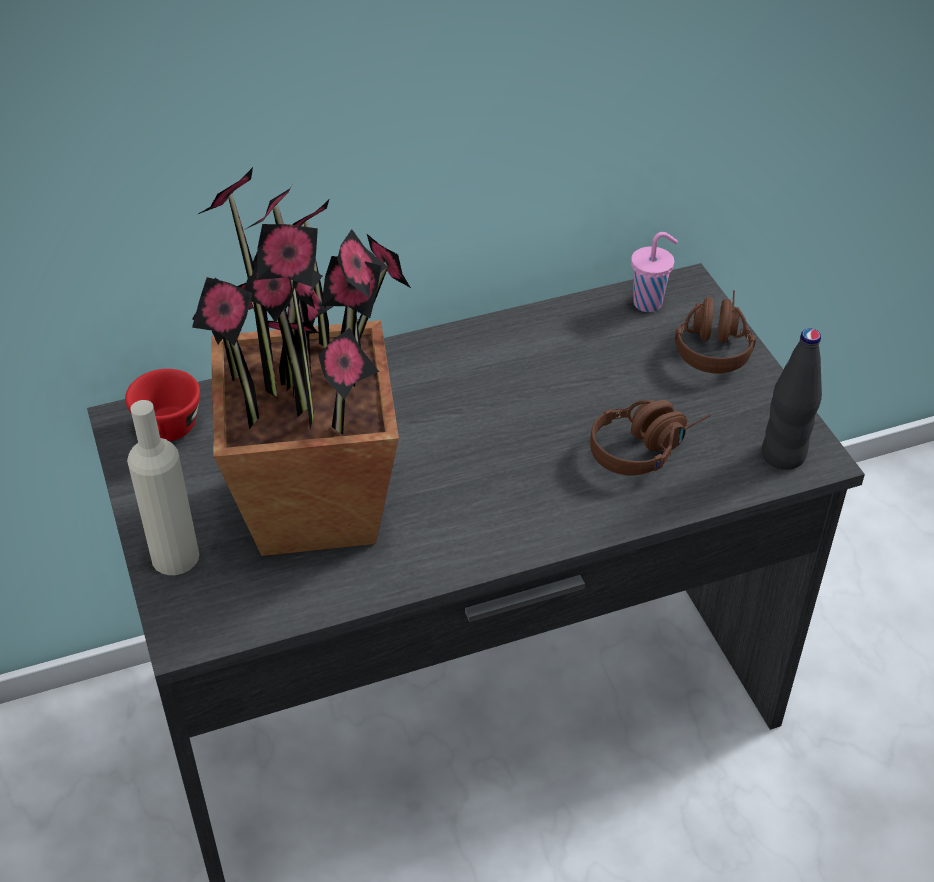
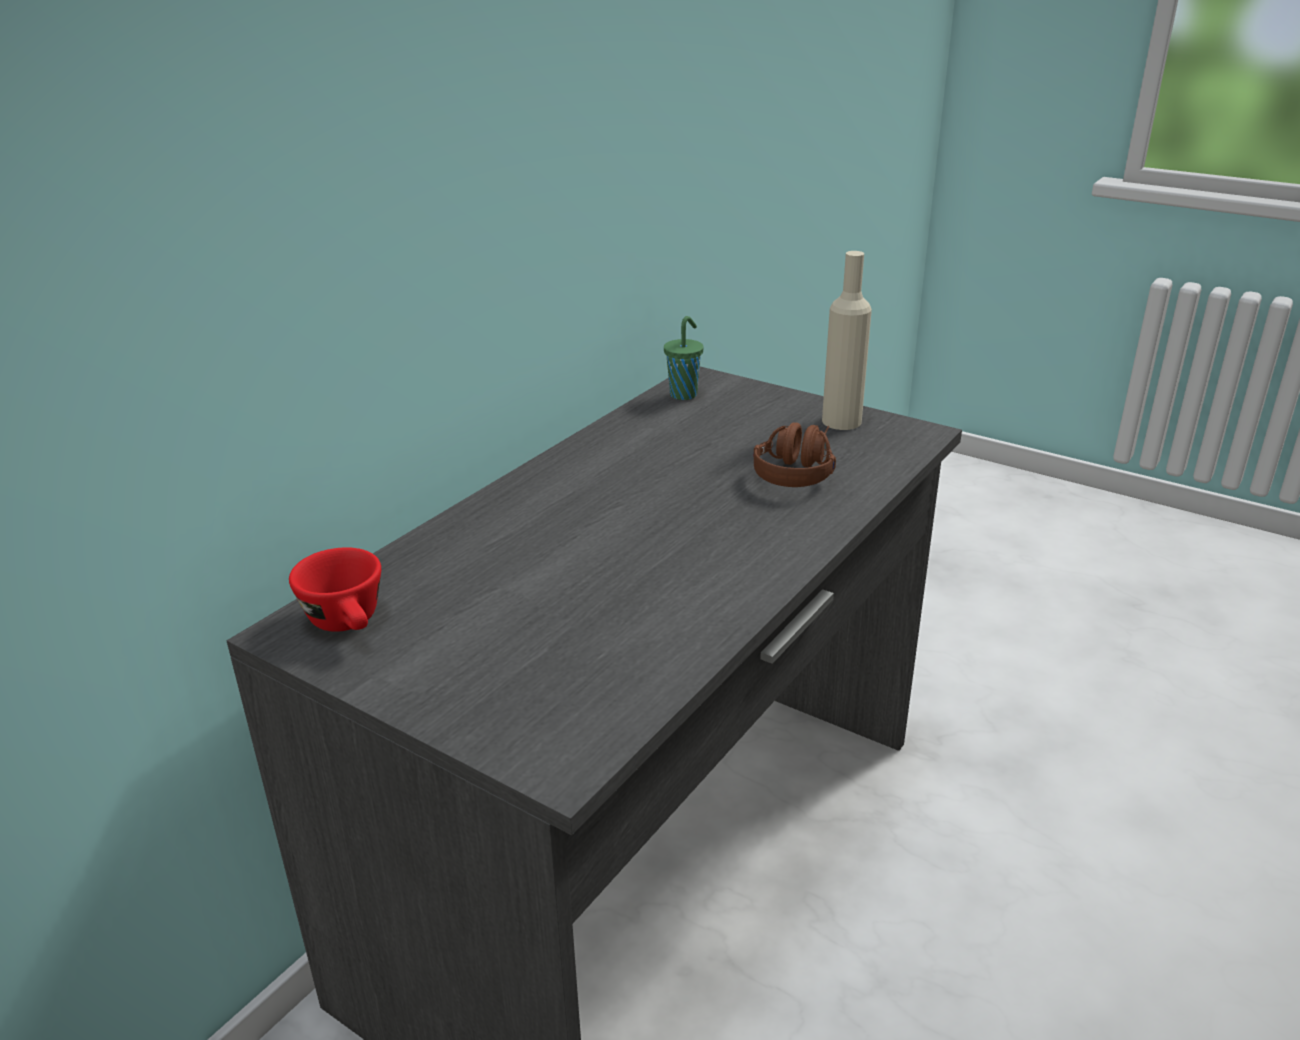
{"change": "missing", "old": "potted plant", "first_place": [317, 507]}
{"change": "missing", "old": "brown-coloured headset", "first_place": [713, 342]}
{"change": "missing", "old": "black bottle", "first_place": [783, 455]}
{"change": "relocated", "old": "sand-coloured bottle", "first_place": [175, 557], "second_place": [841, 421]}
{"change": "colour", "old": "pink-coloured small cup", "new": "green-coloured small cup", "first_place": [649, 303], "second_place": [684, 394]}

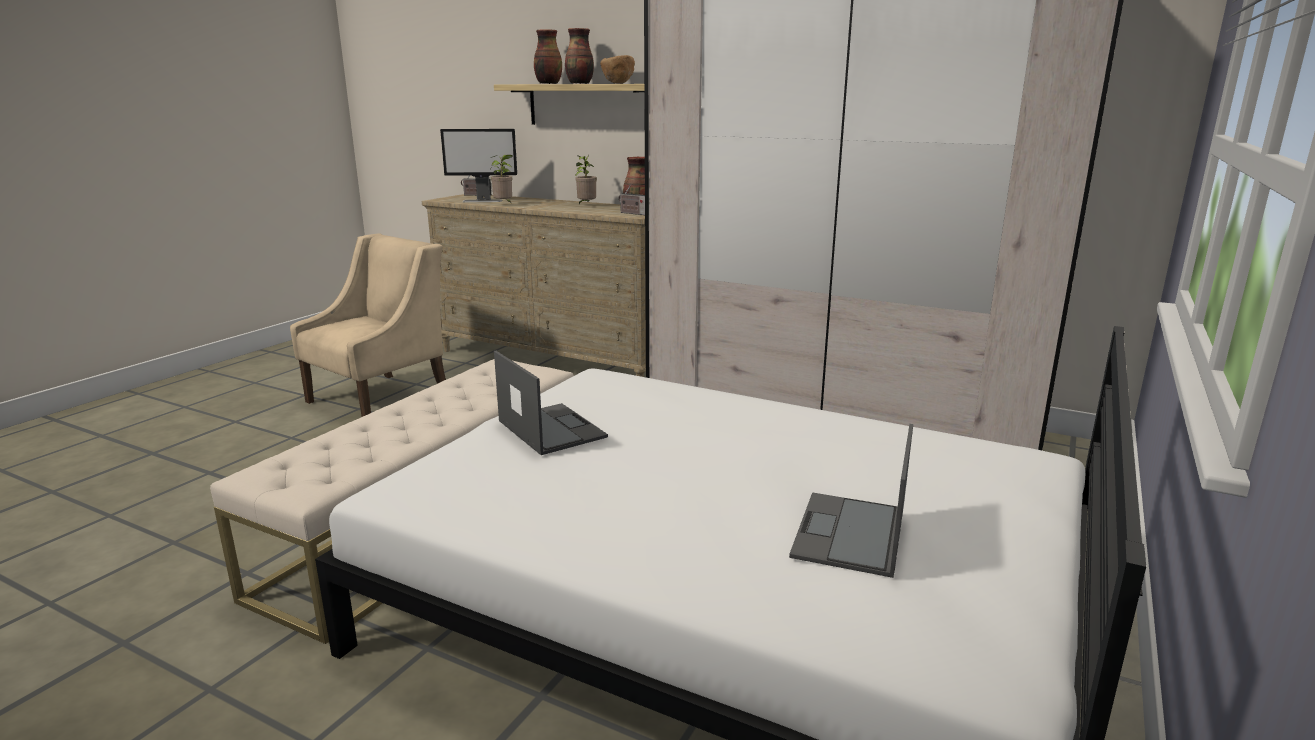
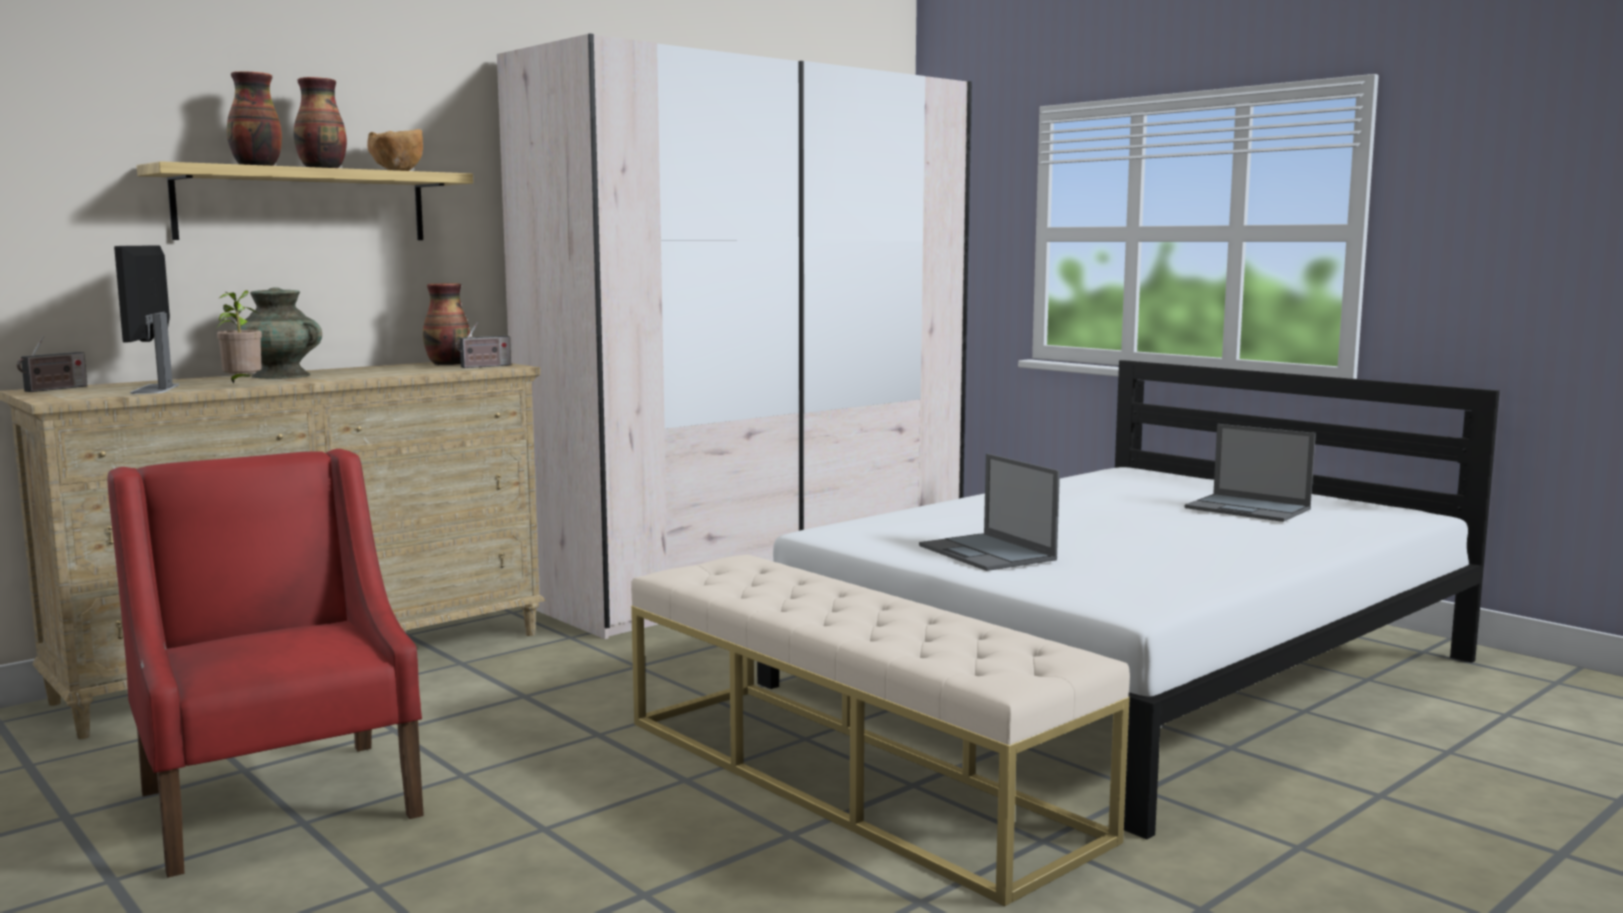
{"change": "missing", "old": "potted plant", "first_place": [586, 206]}
{"change": "appeared", "new": "turquoise flower vase", "second_place": [281, 376]}
{"change": "colour", "old": "sand-coloured easy chair", "new": "red-coloured easy chair", "first_place": [381, 399], "second_place": [280, 802]}
{"change": "spun", "old": "monitor", "first_place": [483, 201], "second_place": [155, 389], "degrees": 150}
{"change": "spun", "old": "notebook computer", "first_place": [550, 429], "second_place": [988, 553], "degrees": -105}

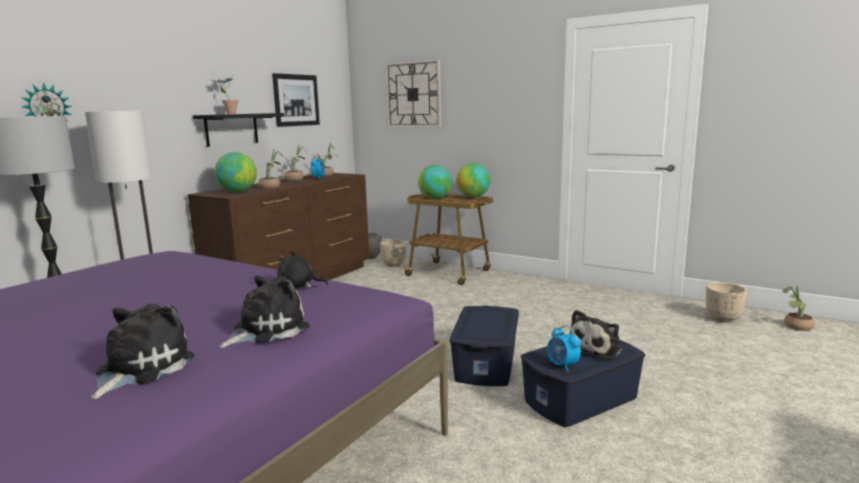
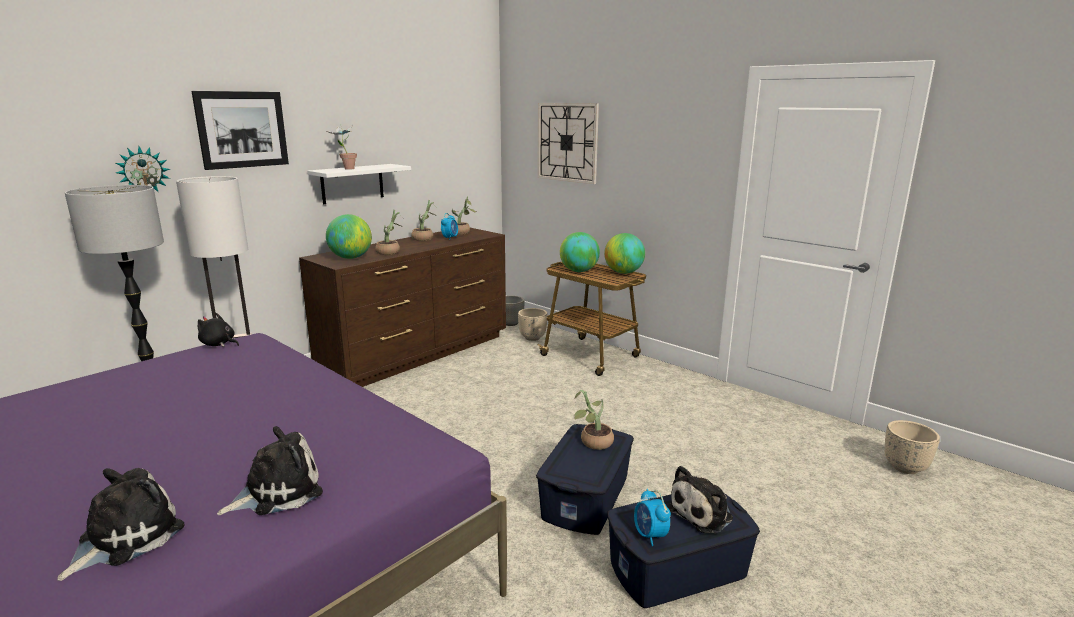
{"change": "relocated", "old": "wall art", "first_place": [296, 100], "second_place": [242, 129]}
{"change": "relocated", "old": "black cuddly toy", "first_place": [299, 286], "second_place": [219, 344]}
{"change": "relocated", "old": "potted plant", "first_place": [795, 327], "second_place": [592, 442]}
{"change": "colour", "old": "black wall shelf", "new": "white wall shelf", "first_place": [231, 129], "second_place": [352, 183]}

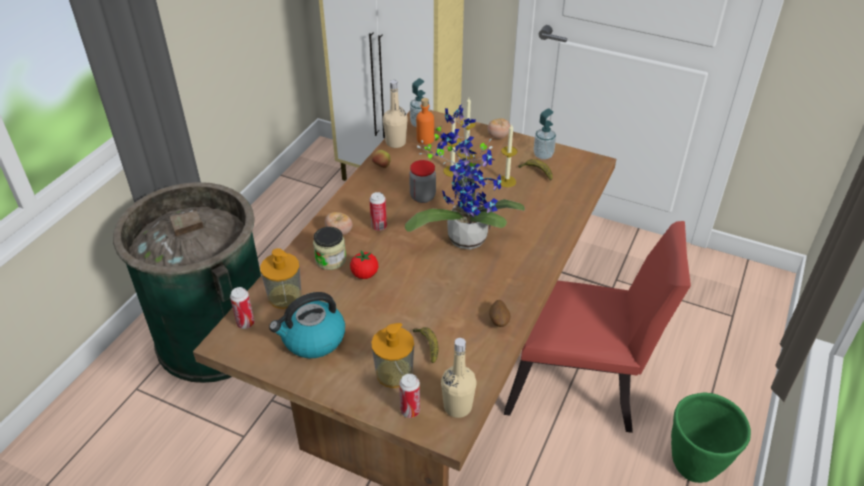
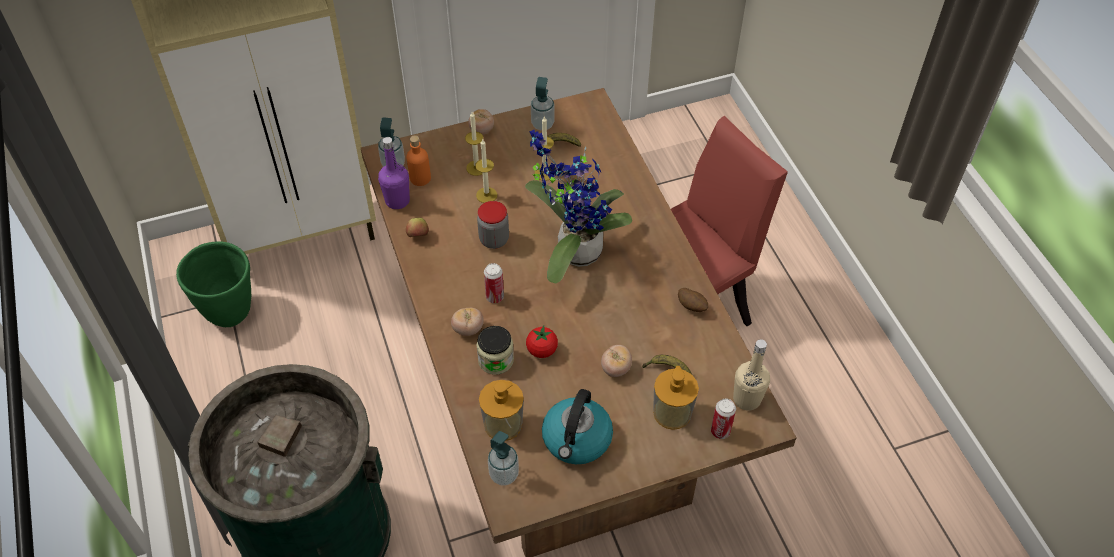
{"change": "appeared", "new": "whole tomato", "second_place": [616, 368]}
{"change": "relocated", "old": "green-coloured plant pot", "first_place": [695, 466], "second_place": [230, 312]}
{"change": "exchanged", "old": "metal can", "new": "liquid soap bottle", "first_place": [245, 323], "second_place": [504, 474]}
{"change": "colour", "old": "sand-coloured bottle", "new": "purple bottle", "first_place": [396, 142], "second_place": [397, 201]}

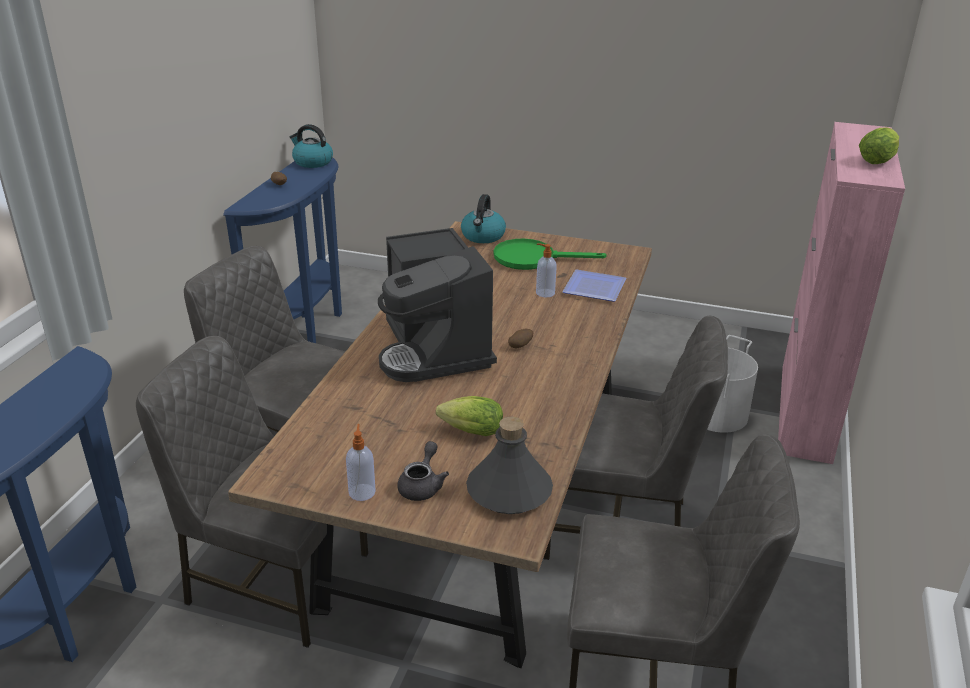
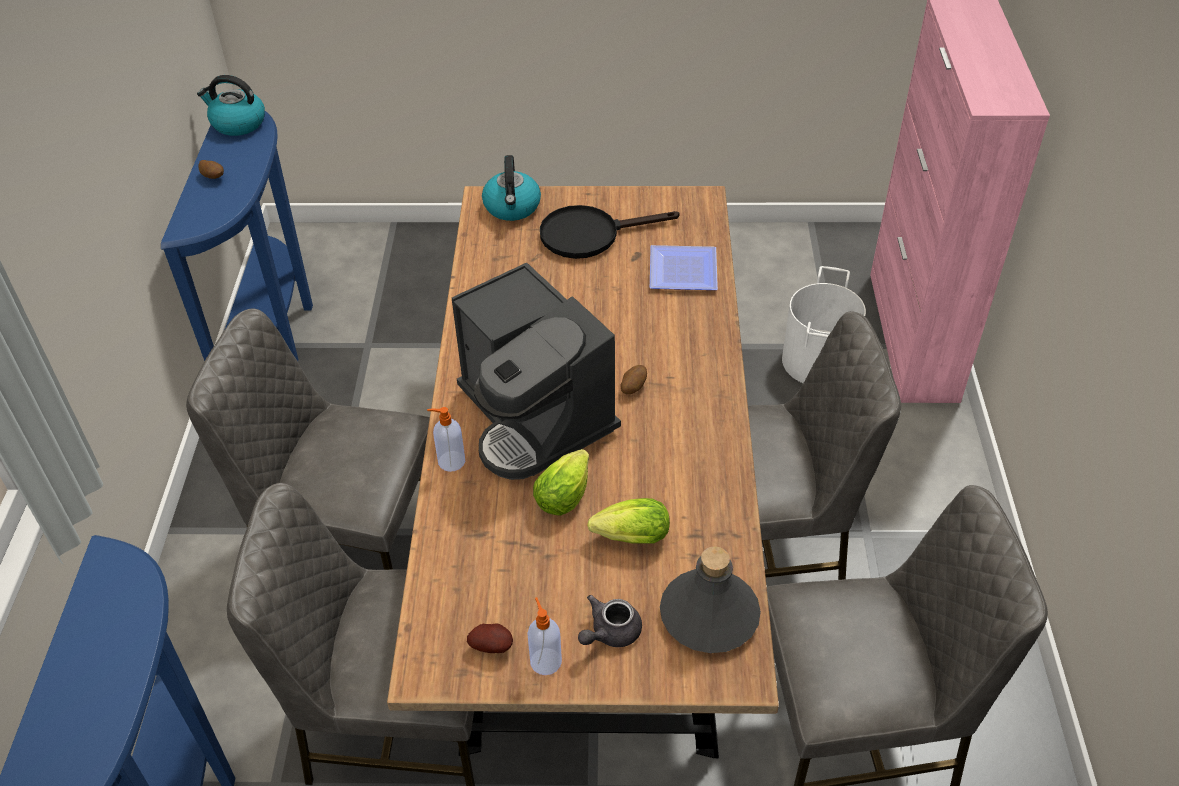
{"change": "appeared", "new": "whole potato", "second_place": [492, 646]}
{"change": "relocated", "old": "liquid soap bottle", "first_place": [544, 293], "second_place": [450, 461]}
{"change": "relocated", "old": "lettuce head", "first_place": [878, 160], "second_place": [566, 493]}
{"change": "colour", "old": "green-coloured pan", "new": "black pan", "first_place": [533, 258], "second_place": [590, 234]}
{"change": "spun", "old": "gray teapot", "first_place": [422, 485], "second_place": [610, 633], "degrees": -135}

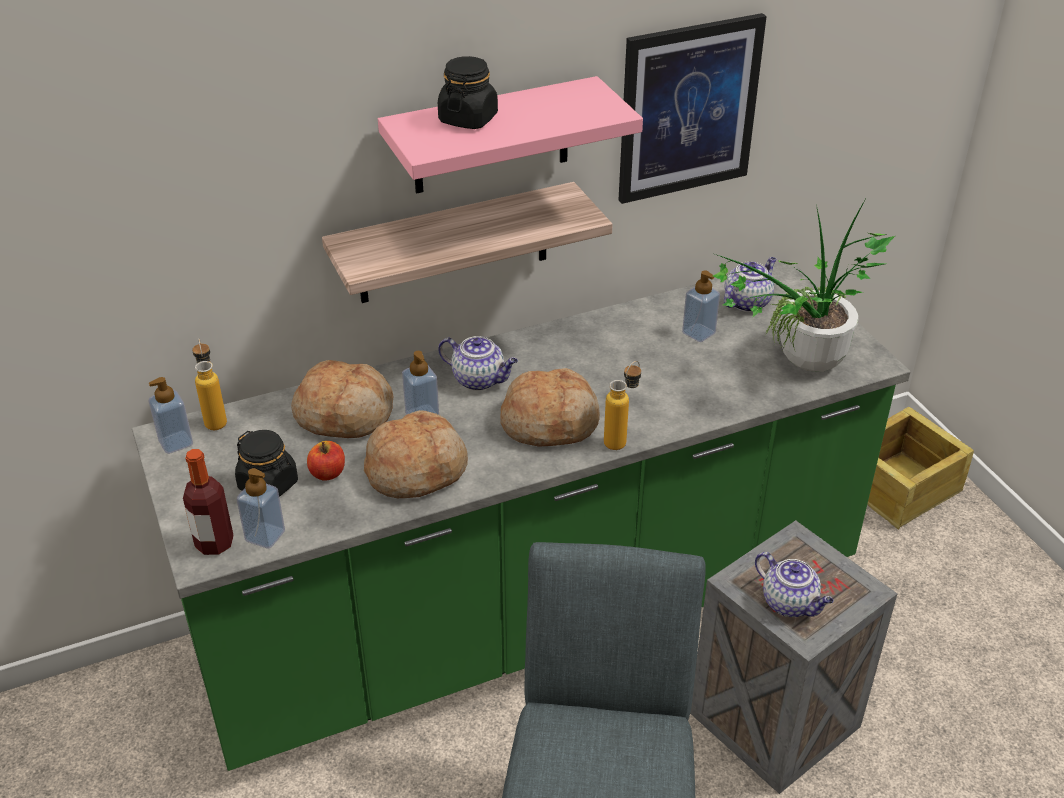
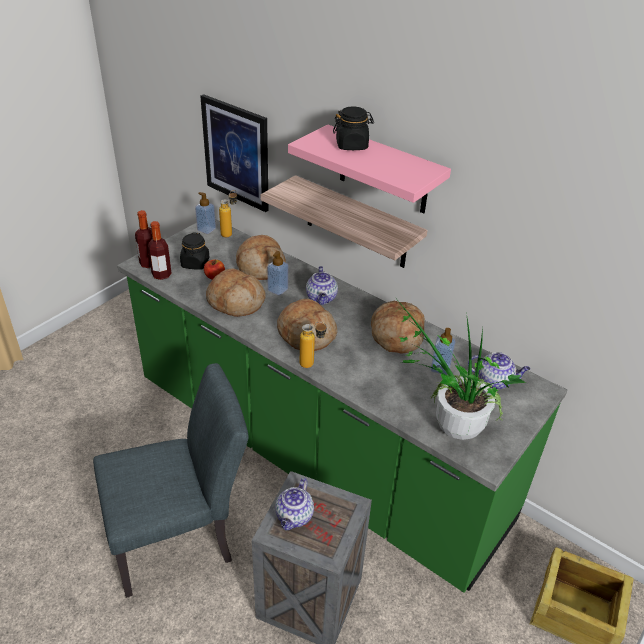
{"change": "appeared", "new": "baked bread", "second_place": [396, 335]}
{"change": "relocated", "old": "wall art", "first_place": [688, 109], "second_place": [236, 153]}
{"change": "exchanged", "old": "liquid soap bottle", "new": "bottle", "first_place": [265, 536], "second_place": [161, 275]}

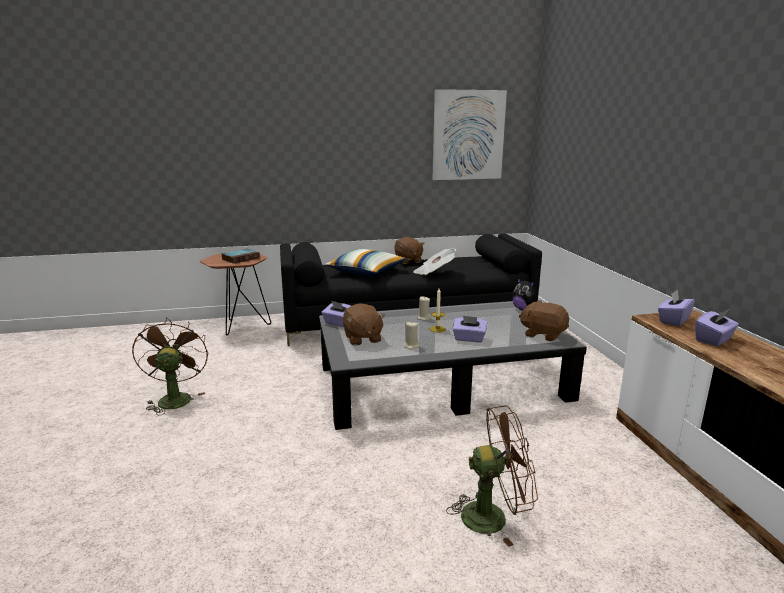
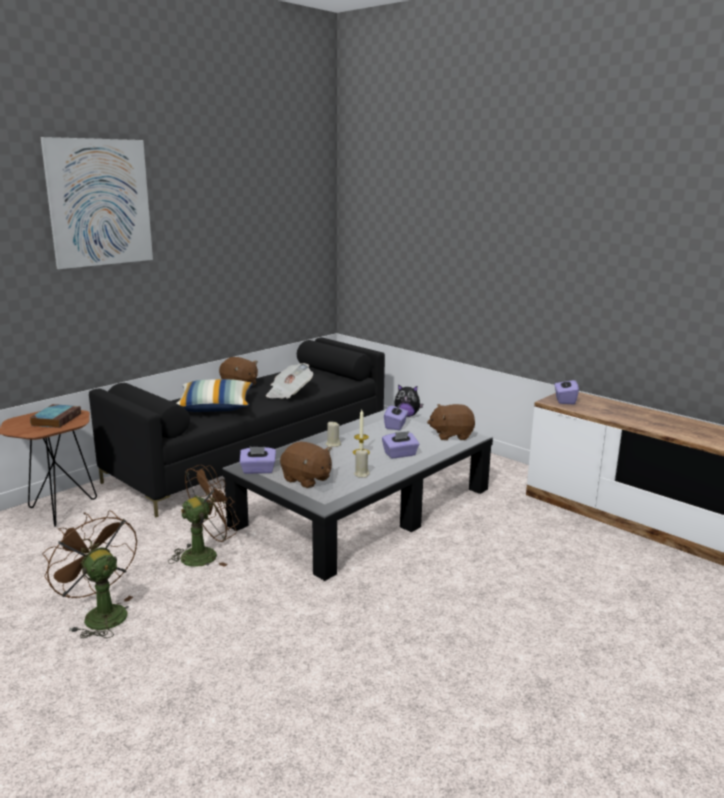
{"change": "relocated", "old": "wall art", "first_place": [468, 135], "second_place": [100, 203]}
{"change": "relocated", "old": "brown-coloured fan", "first_place": [493, 516], "second_place": [206, 554]}
{"change": "relocated", "old": "purple tissue holder", "first_place": [714, 340], "second_place": [395, 425]}

